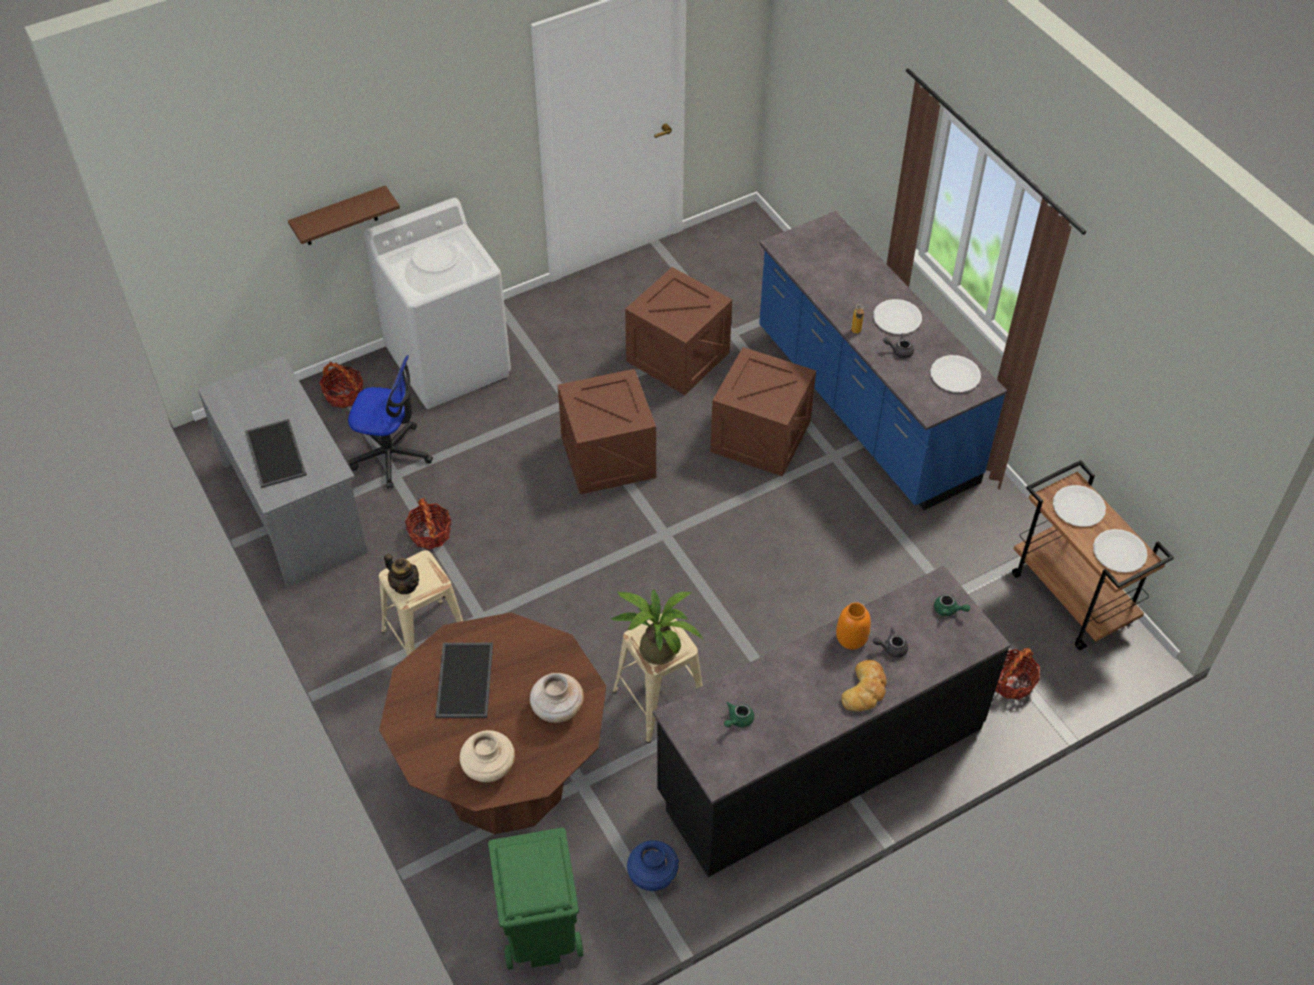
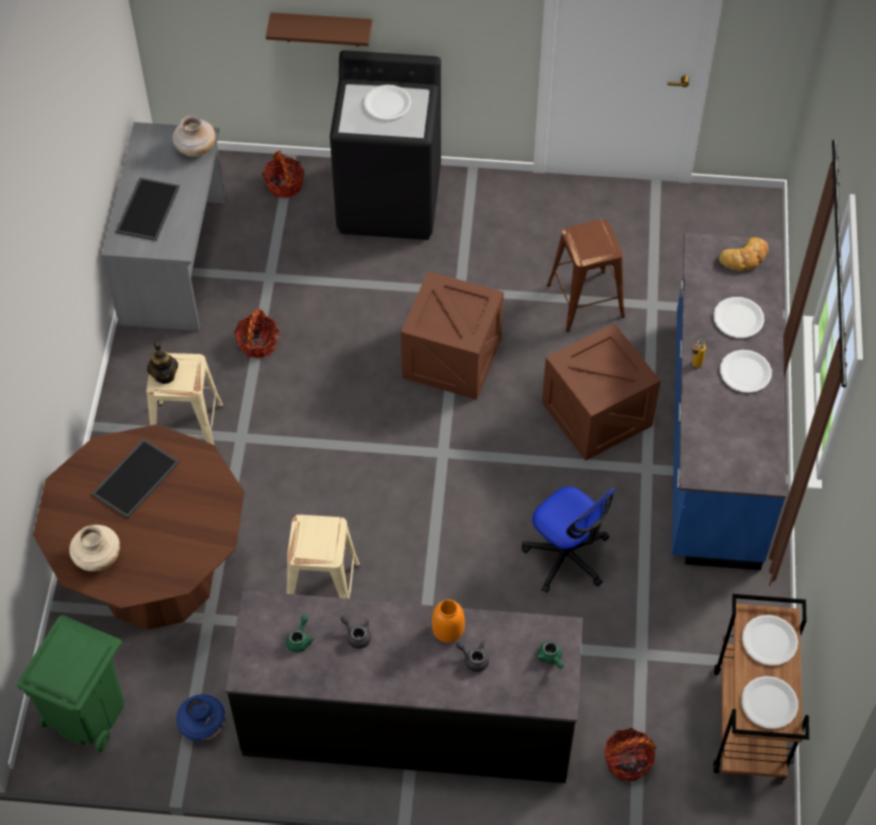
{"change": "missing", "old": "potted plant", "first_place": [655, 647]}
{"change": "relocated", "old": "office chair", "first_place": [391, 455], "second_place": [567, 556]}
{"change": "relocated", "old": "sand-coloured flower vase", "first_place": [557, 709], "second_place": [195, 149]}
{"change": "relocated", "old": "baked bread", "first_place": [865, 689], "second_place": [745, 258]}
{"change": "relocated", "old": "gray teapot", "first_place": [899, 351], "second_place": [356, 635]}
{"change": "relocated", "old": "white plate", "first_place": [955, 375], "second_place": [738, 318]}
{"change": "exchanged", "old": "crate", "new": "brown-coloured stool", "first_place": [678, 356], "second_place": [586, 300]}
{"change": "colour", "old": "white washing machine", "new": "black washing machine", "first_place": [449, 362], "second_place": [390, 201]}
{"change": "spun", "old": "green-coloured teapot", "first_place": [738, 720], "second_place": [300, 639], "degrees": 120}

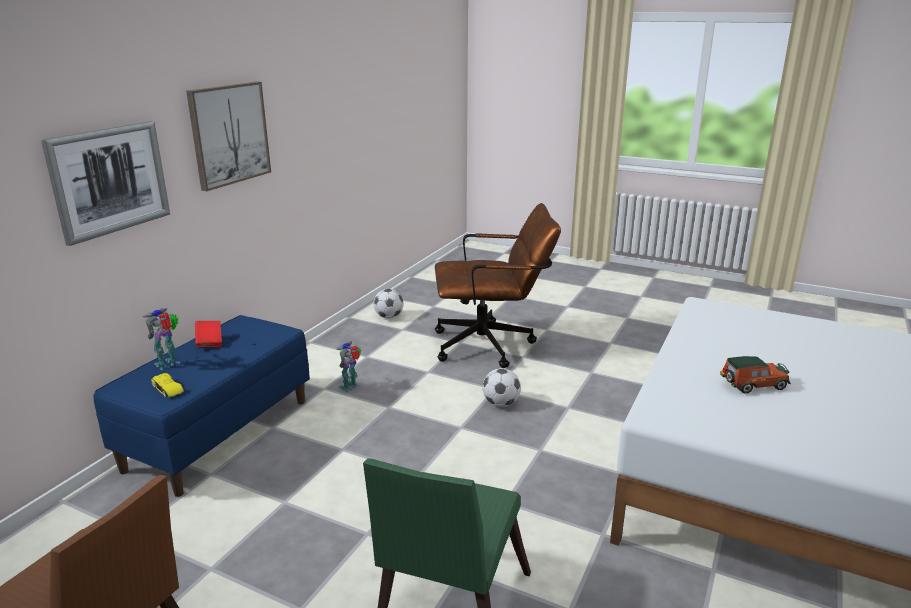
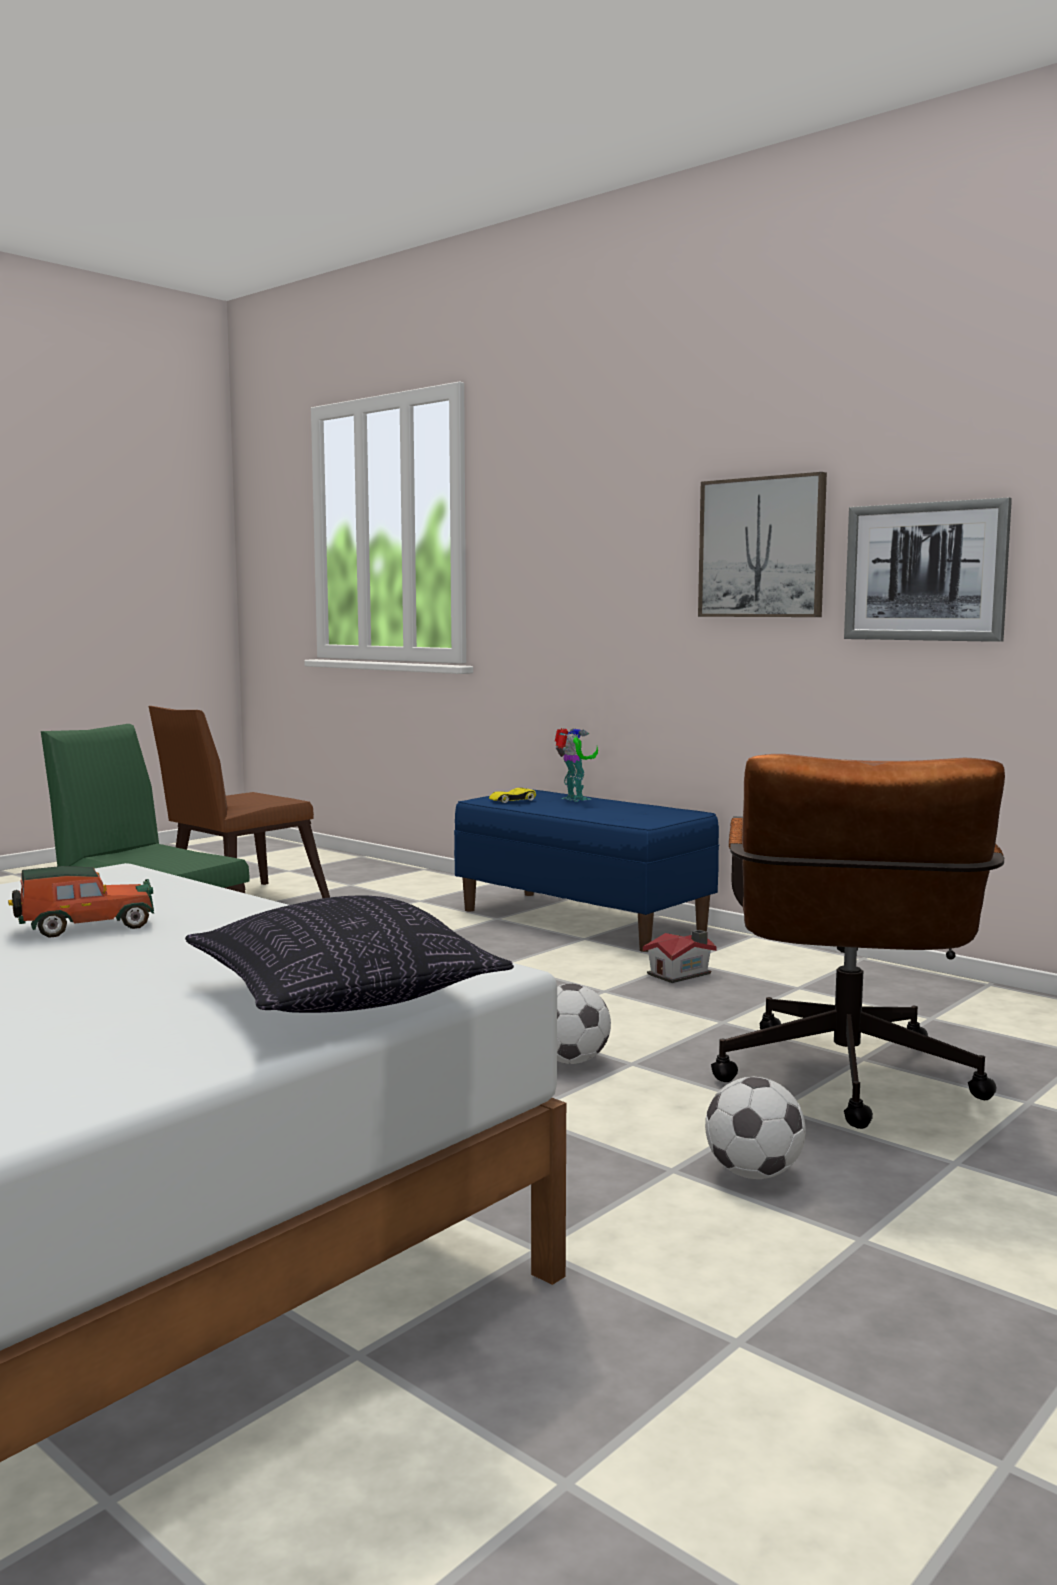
{"change": "missing", "old": "red-coloured volume", "first_place": [209, 342]}
{"change": "appeared", "new": "pillow", "second_place": [342, 997]}
{"change": "relocated", "old": "wall art", "first_place": [110, 180], "second_place": [925, 572]}
{"change": "relocated", "old": "ball for football", "first_place": [389, 317], "second_place": [753, 1173]}
{"change": "exchanged", "old": "robot figure", "new": "miniature house", "first_place": [351, 387], "second_place": [681, 974]}
{"change": "spun", "old": "model car", "first_place": [752, 385], "second_place": [83, 927], "degrees": -120}

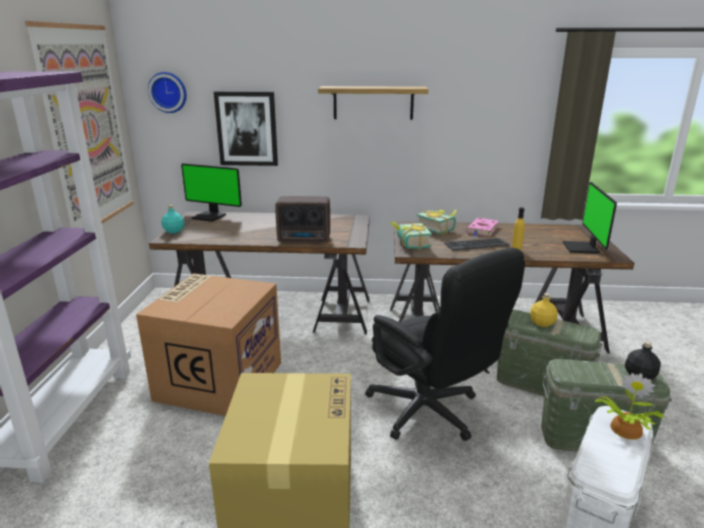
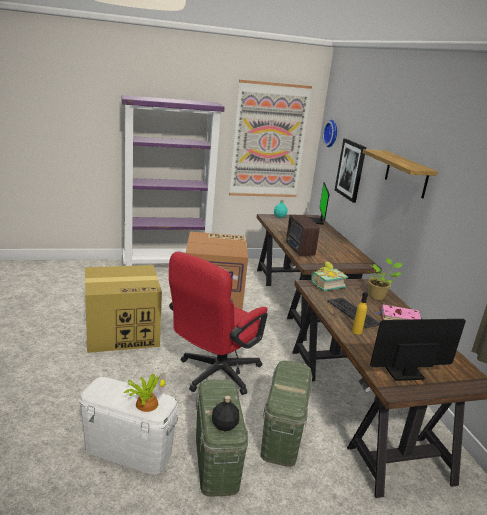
{"change": "missing", "old": "yellowish bottle", "first_place": [541, 323]}
{"change": "exchanged", "old": "volume", "new": "potted plant", "first_place": [438, 229], "second_place": [377, 296]}
{"change": "colour", "old": "black office chair", "new": "red-coloured office chair", "first_place": [431, 414], "second_place": [214, 375]}

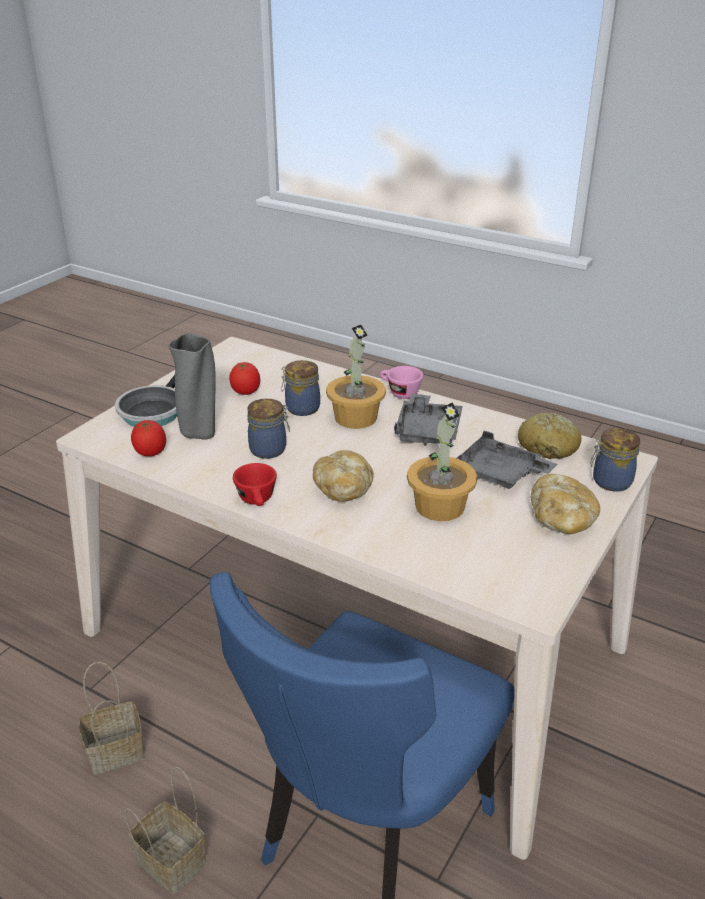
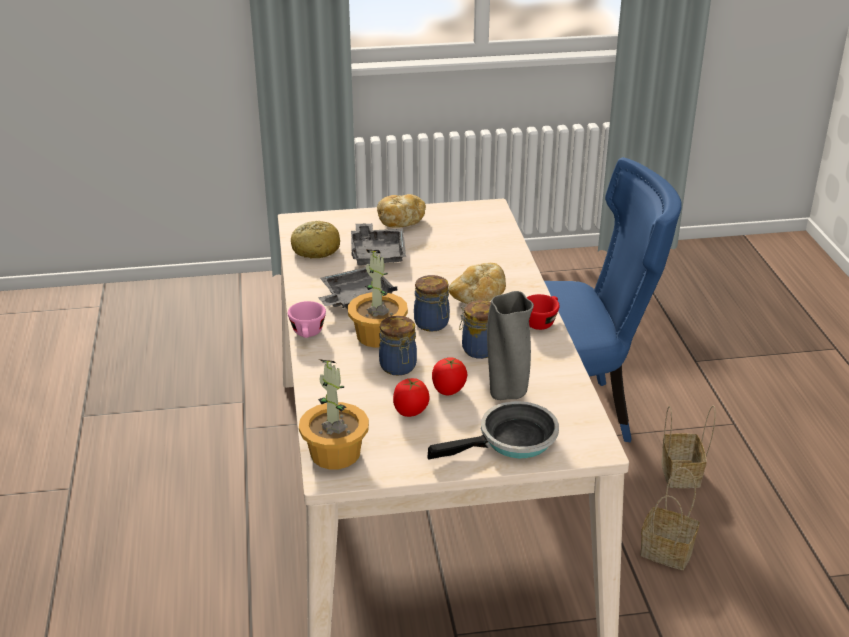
{"change": "relocated", "old": "whole tomato", "first_place": [150, 452], "second_place": [448, 390]}
{"change": "relocated", "old": "potted plant", "first_place": [439, 506], "second_place": [335, 454]}
{"change": "relocated", "old": "jar", "first_place": [610, 482], "second_place": [432, 324]}

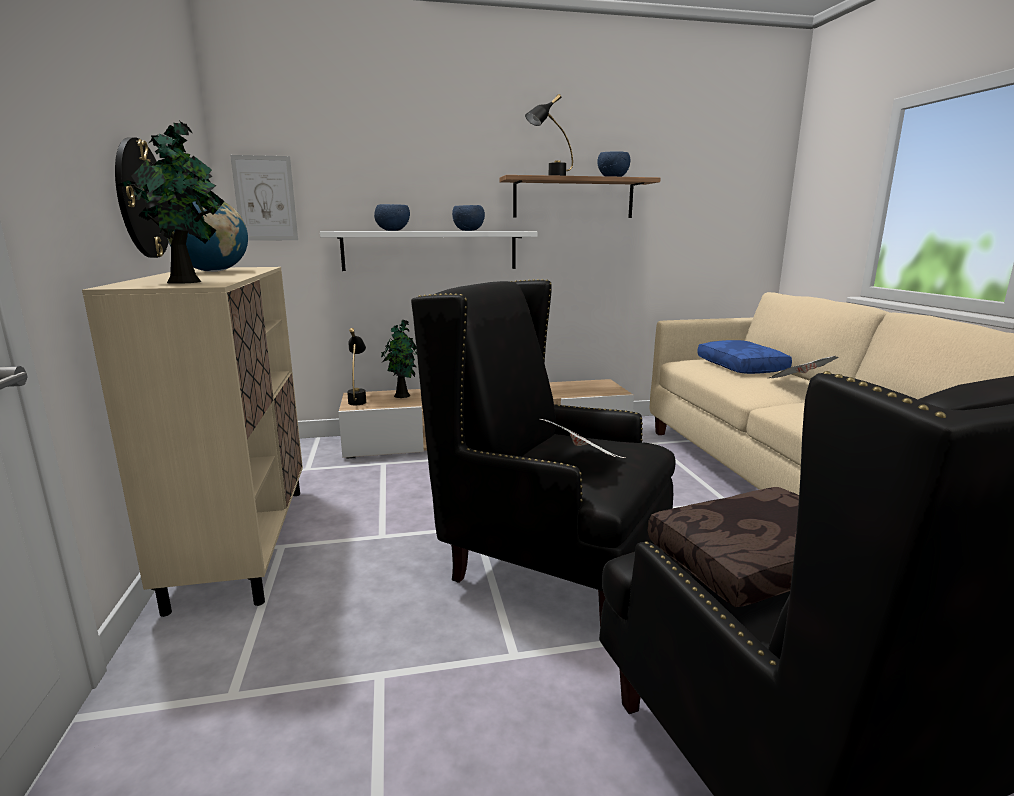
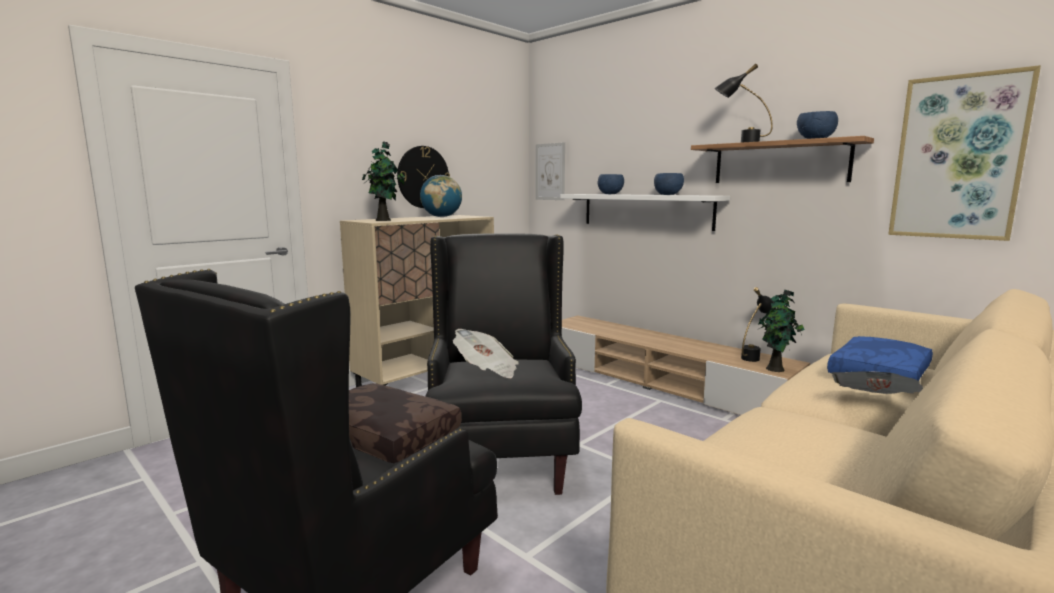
{"change": "appeared", "new": "wall art", "second_place": [958, 158]}
{"change": "relocated", "old": "black lamp for a table", "first_place": [358, 400], "second_place": [754, 357]}
{"change": "relocated", "old": "potted plant", "first_place": [403, 396], "second_place": [776, 369]}

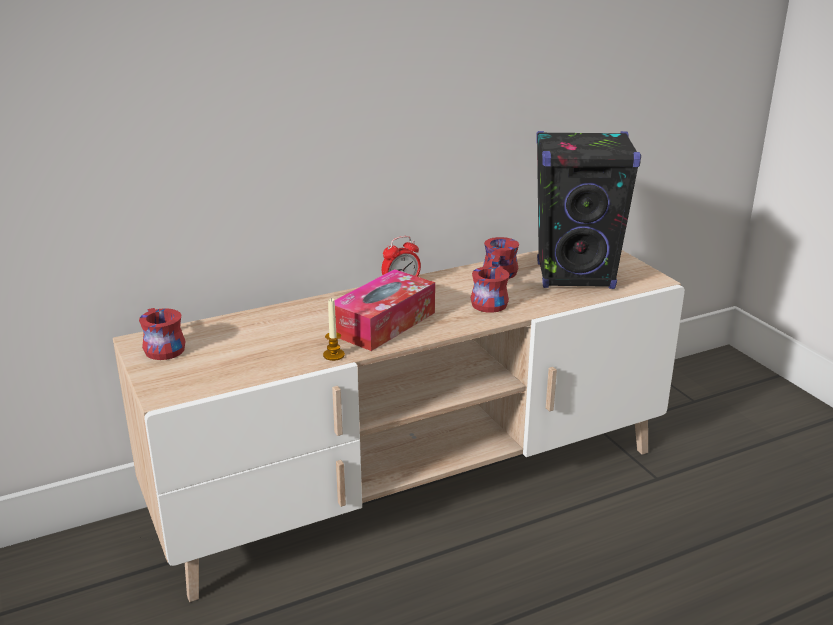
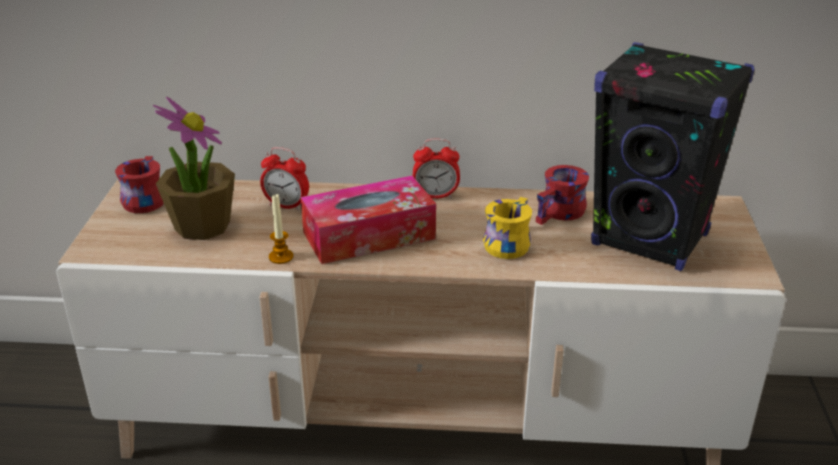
{"change": "appeared", "new": "potted plant", "second_place": [202, 225]}
{"change": "appeared", "new": "alarm clock", "second_place": [286, 205]}
{"change": "colour", "old": "red-coloured mug", "new": "yellowish mug", "first_place": [485, 302], "second_place": [506, 242]}

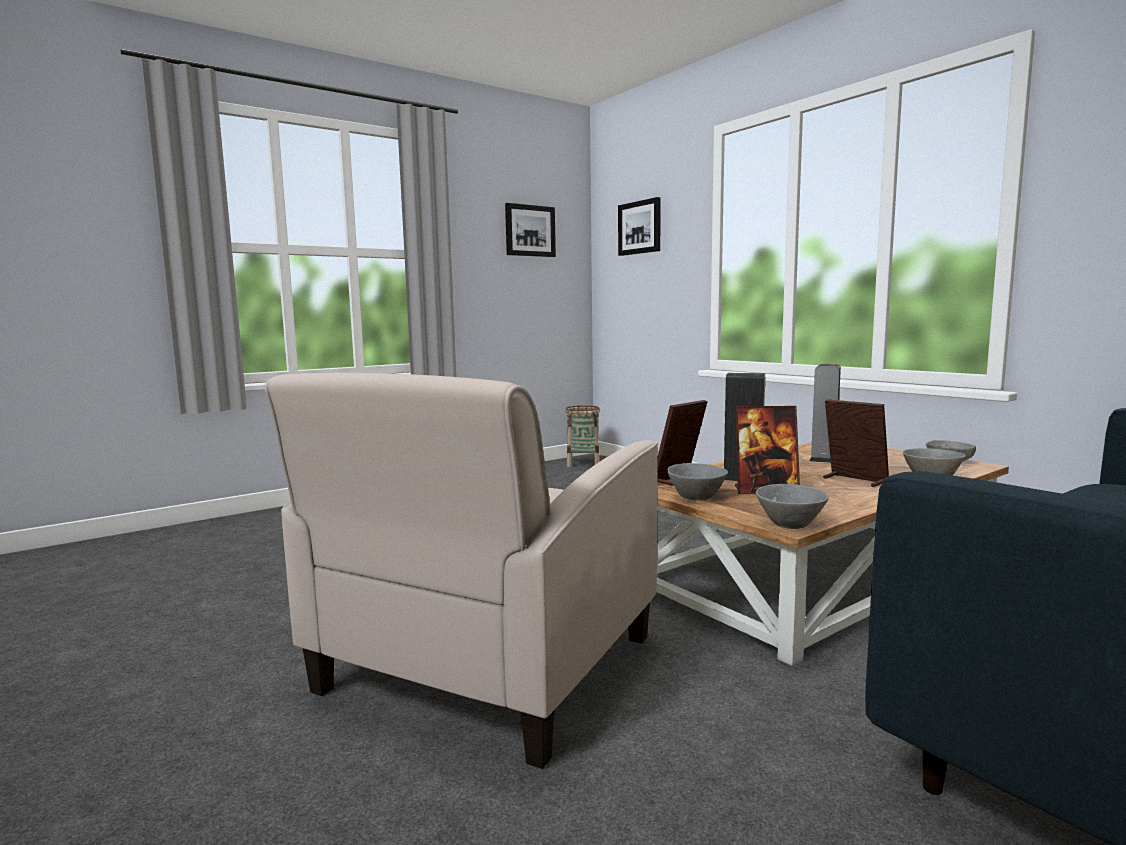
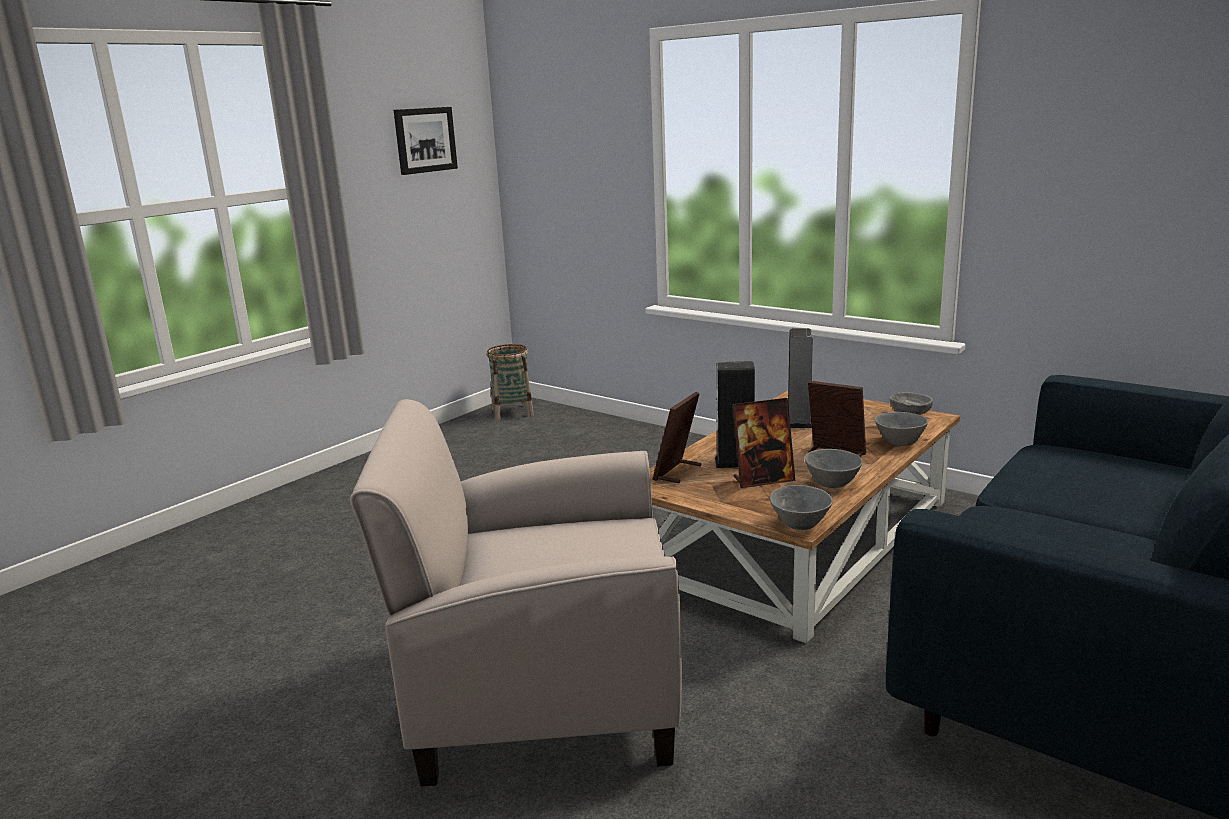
{"change": "missing", "old": "wall art", "first_place": [640, 227]}
{"change": "relocated", "old": "gray serving bowl", "first_place": [695, 497], "second_place": [832, 484]}
{"change": "spun", "old": "sand-coloured easy chair", "first_place": [487, 666], "second_place": [542, 693], "degrees": 75}

